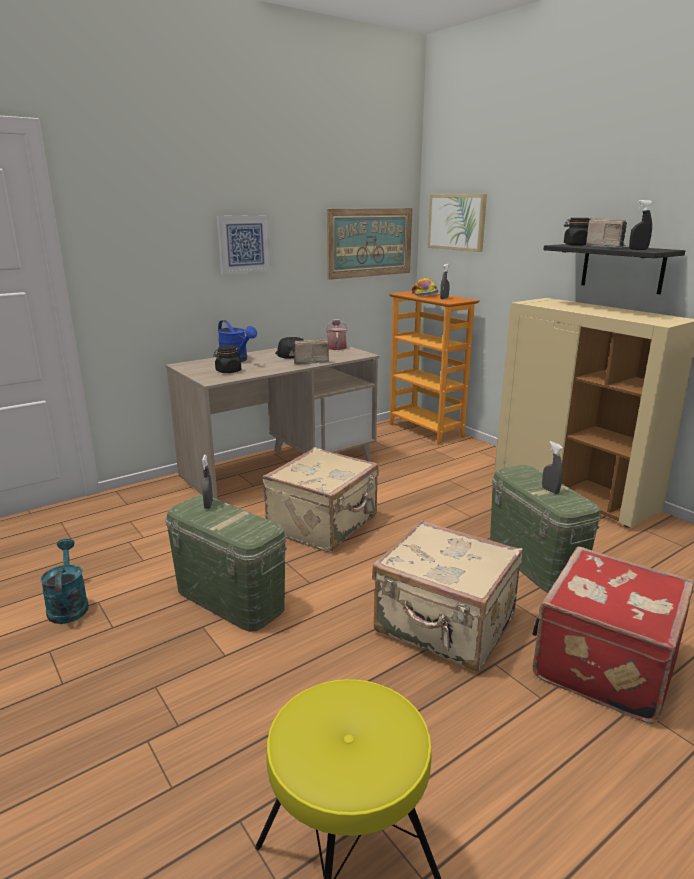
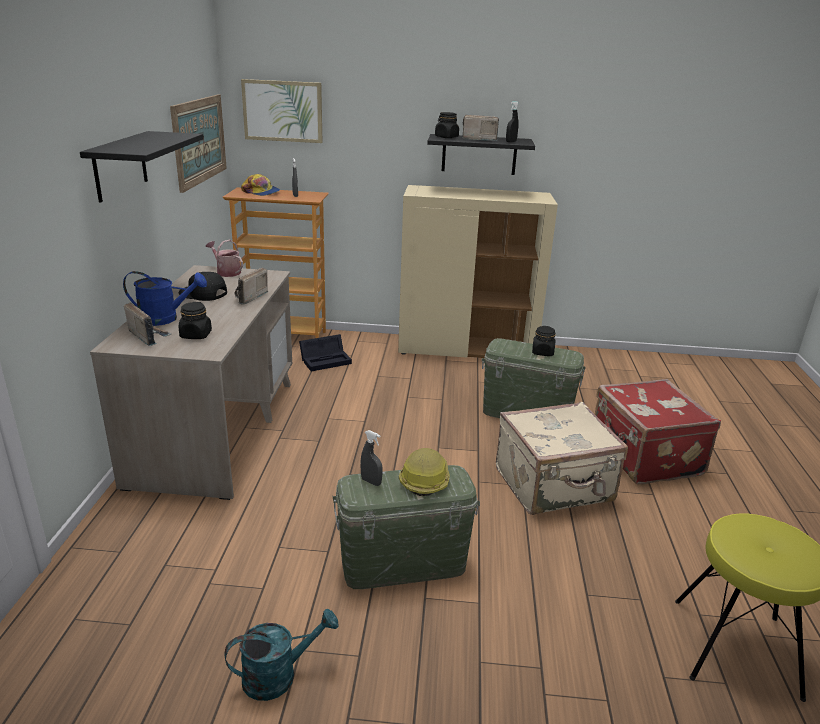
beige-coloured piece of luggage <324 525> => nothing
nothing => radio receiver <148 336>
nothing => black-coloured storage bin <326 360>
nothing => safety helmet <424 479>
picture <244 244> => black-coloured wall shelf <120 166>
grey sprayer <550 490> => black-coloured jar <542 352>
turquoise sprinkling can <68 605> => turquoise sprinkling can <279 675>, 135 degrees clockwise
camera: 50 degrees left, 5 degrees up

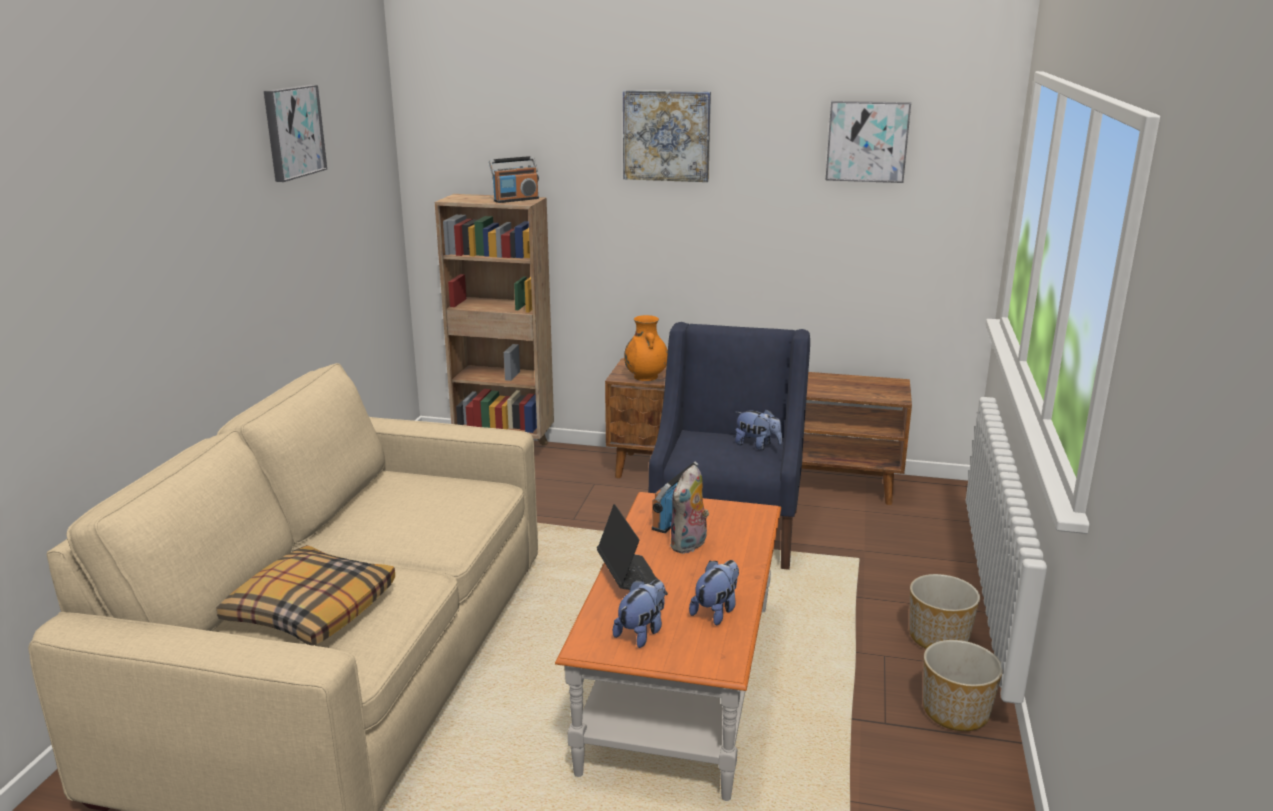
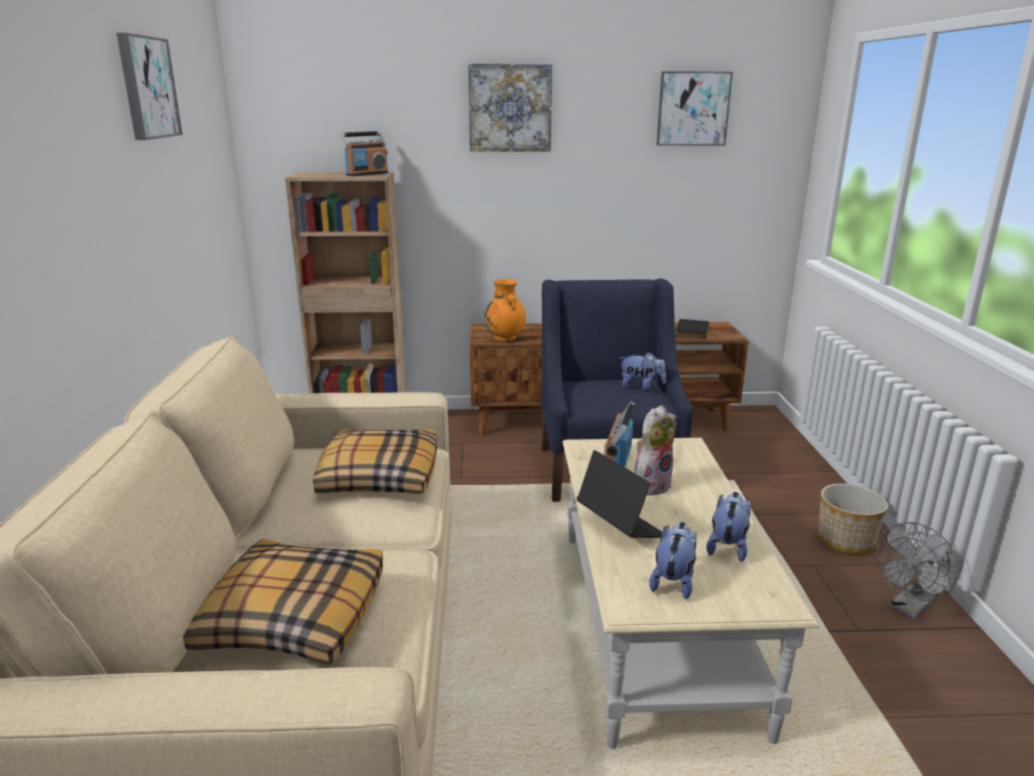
nothing => throw pillow <378 476>
nothing => black-coloured volume <690 331>
flower pot <956 712> => grey cooling fan <908 608>
orange coffee table <681 683> => beige-coloured coffee table <654 624>
soft toy <689 545> => soft toy <651 485>, 150 degrees counterclockwise
camera: 15 degrees left, 0 degrees up

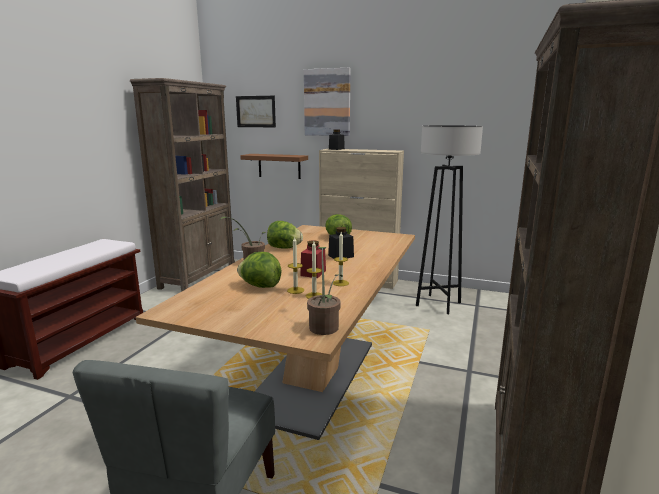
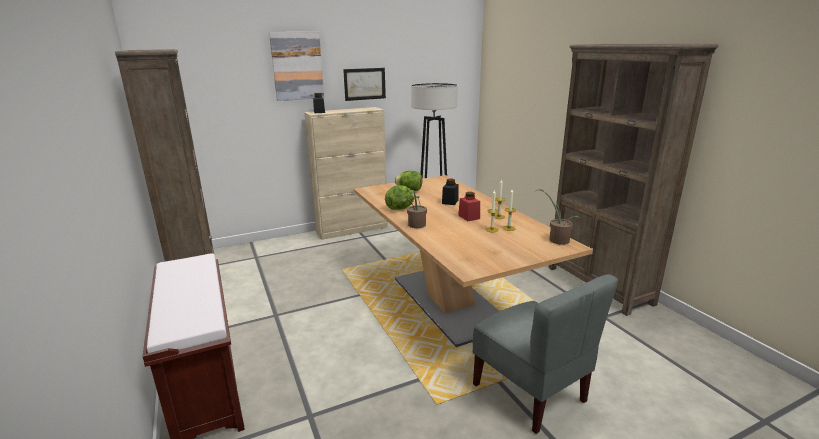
head of lettuce <260 286> => nothing
brown-coloured wall shelf <279 166> => nothing
picture <255 111> => picture <364 84>, relocated
camera: 45 degrees left, 5 degrees up

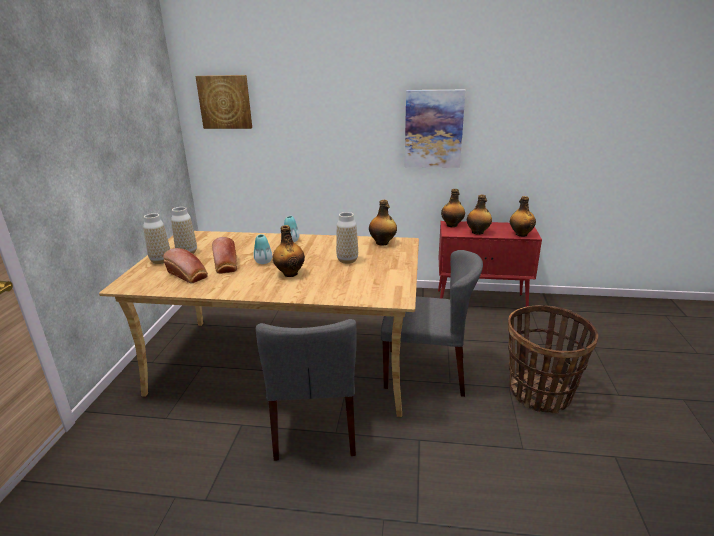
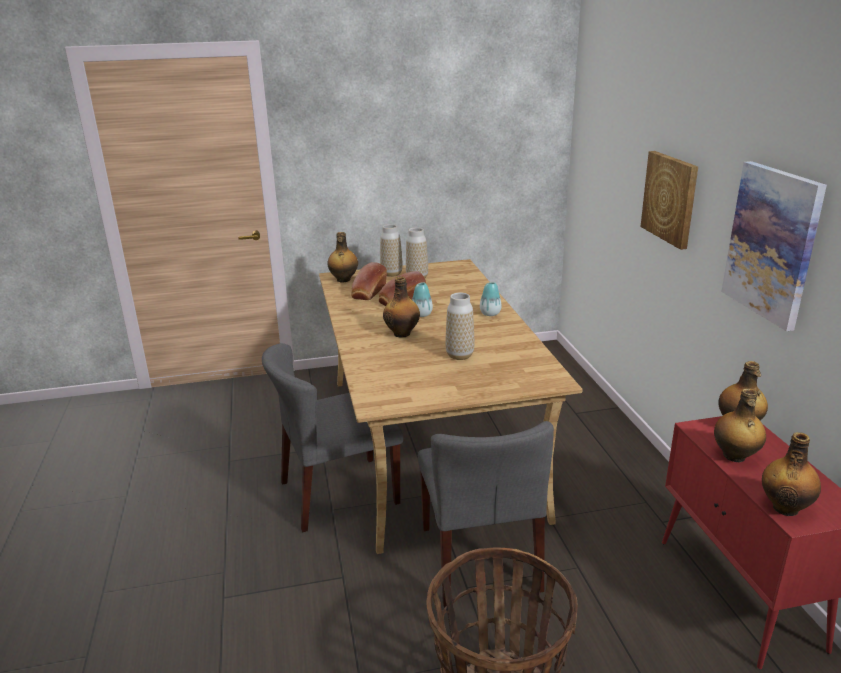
picture <225 102> => picture <670 198>, relocated
bottle <382 243> => bottle <343 280>, relocated
camera: 70 degrees right, 0 degrees up

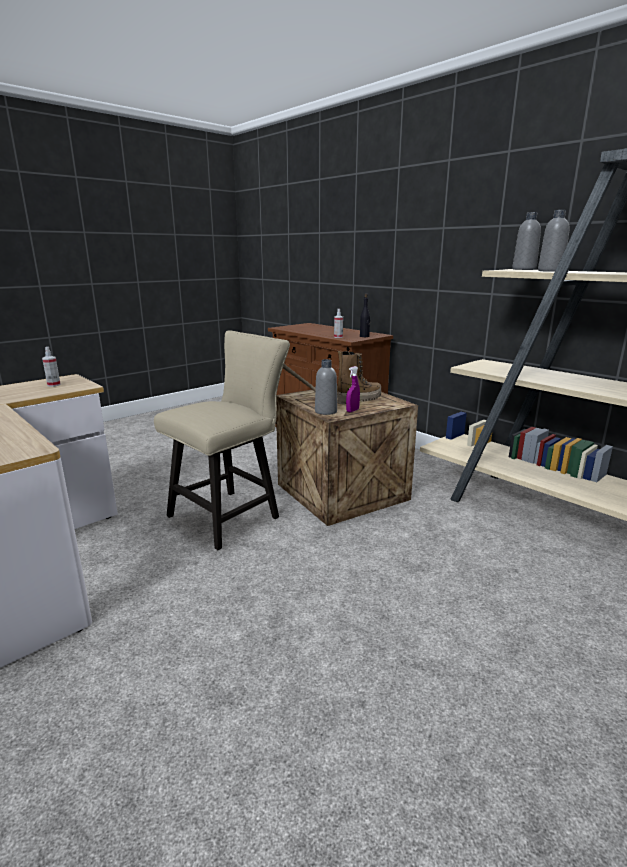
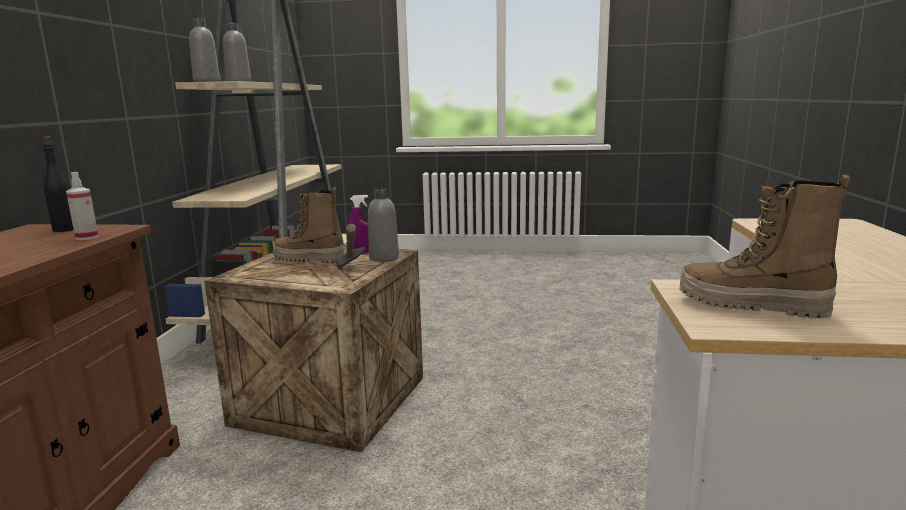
beige-coloured upright chair <230 515> => nothing
sprayer <54 385> => high-top boot <751 306>
camera: 130 degrees left, 5 degrees down

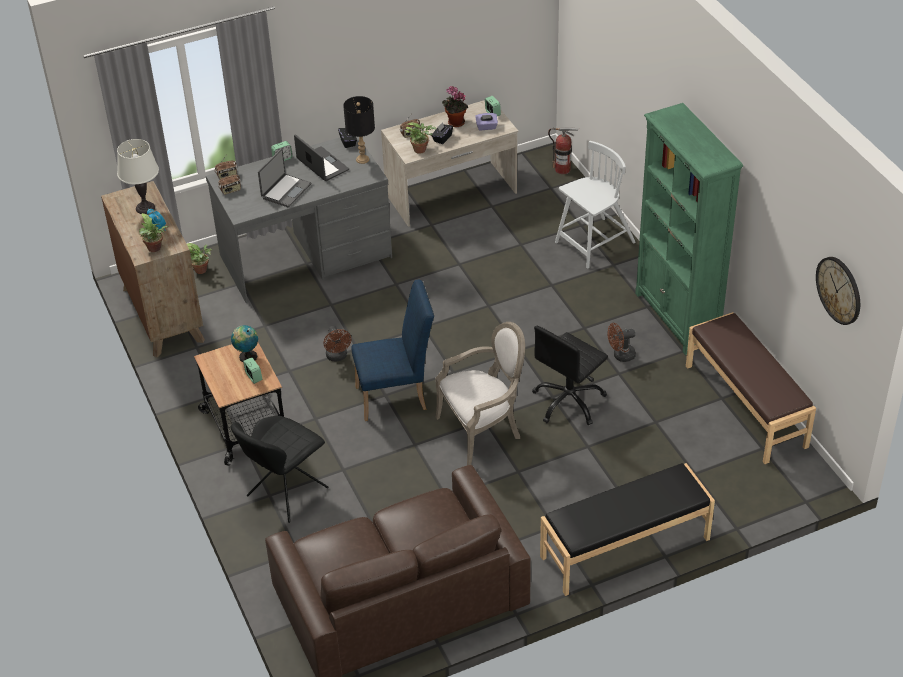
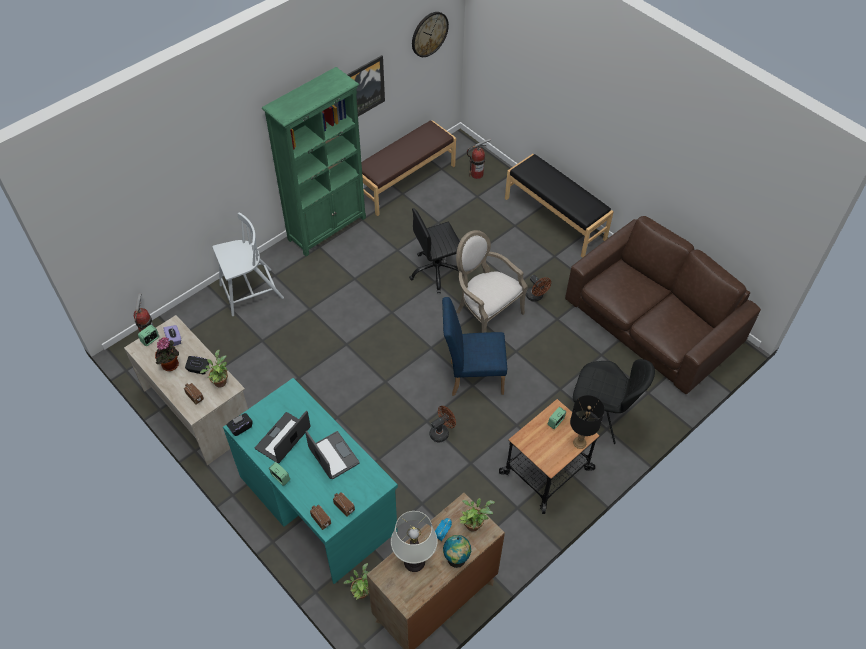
nothing => picture <364 87>
nothing => extinguisher <477 174>
globe <247 356> => globe <456 560>, relocated
black-coloured table lamp <362 159> => black-coloured table lamp <579 442>, relocated
brown-coloured cooling fan <620 356> => brown-coloured cooling fan <536 297>, relocated
grey desk <306 257> => turquoise desk <318 502>
portable computer <285 191> => portable computer <333 456>, 45 degrees clockwise
blue upright chair <397 397> => blue upright chair <471 376>, 60 degrees counterclockwise
black-coloured office chair <569 402> => black-coloured office chair <436 271>, 135 degrees clockwise
white upright chair <594 243> => white upright chair <250 292>, 120 degrees clockwise
camera: 110 degrees left, 10 degrees up

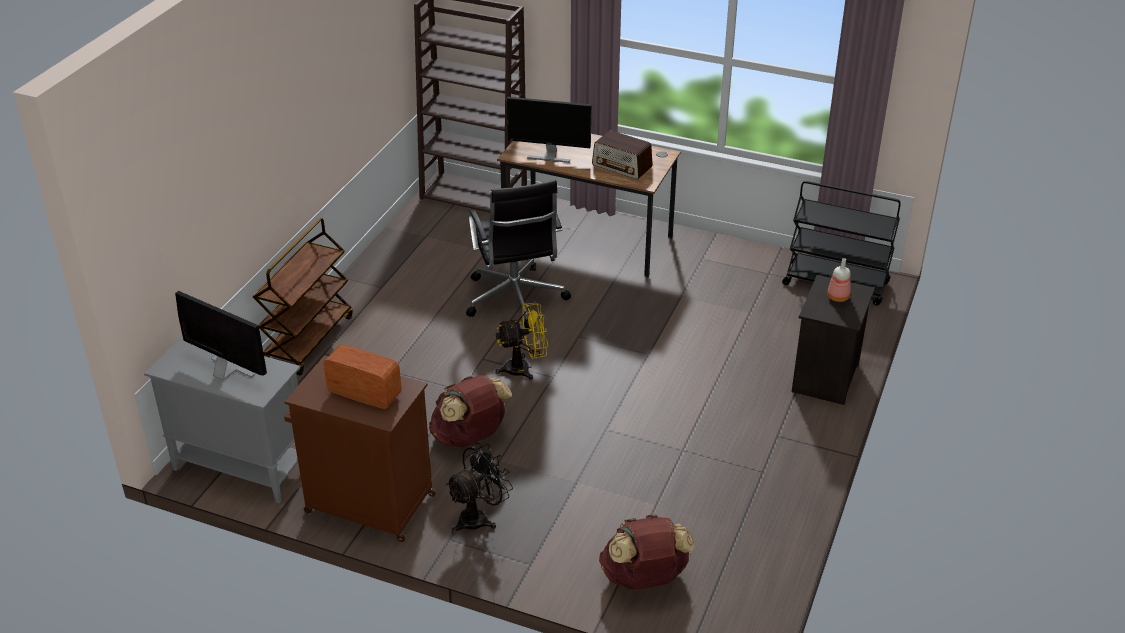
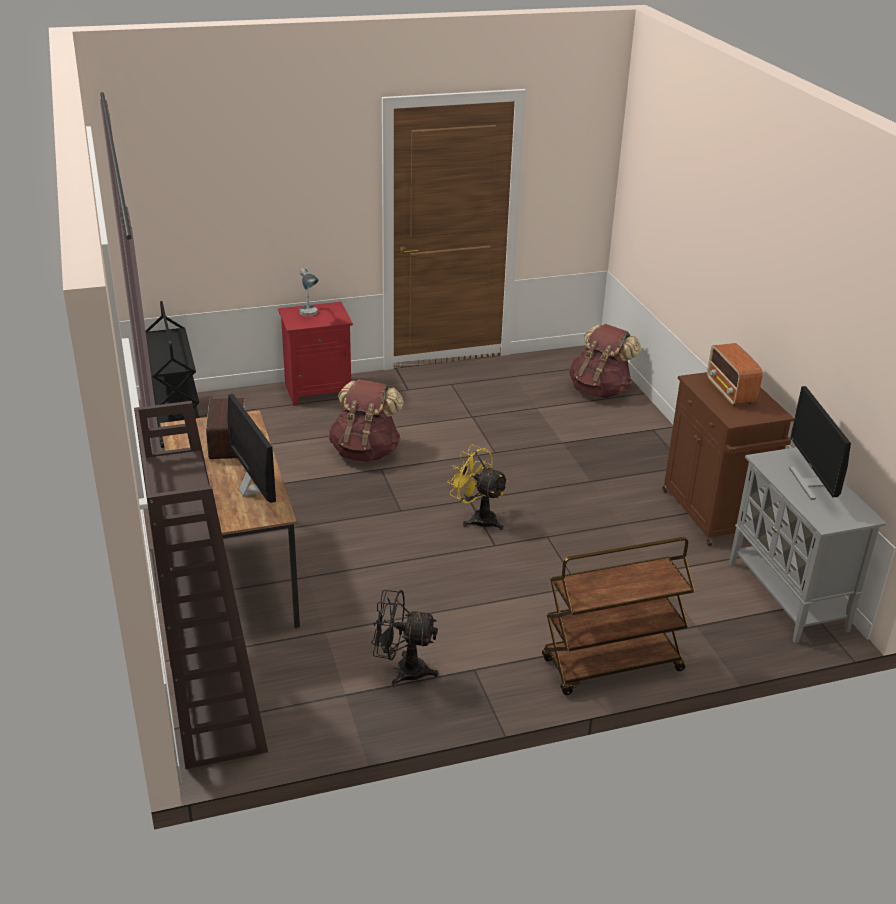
black-coloured office chair <515 300> => nothing
brown-coloured knapsack <470 437> => brown-coloured knapsack <366 452>, relocated
black-coloured cooling fan <479 517> => black-coloured cooling fan <402 670>, relocated
bottle <838 297> => table lamp <309 316>
black-coloured bedside table <826 379> => reddish bedside table <318 390>
camera: 130 degrees left, 5 degrees down

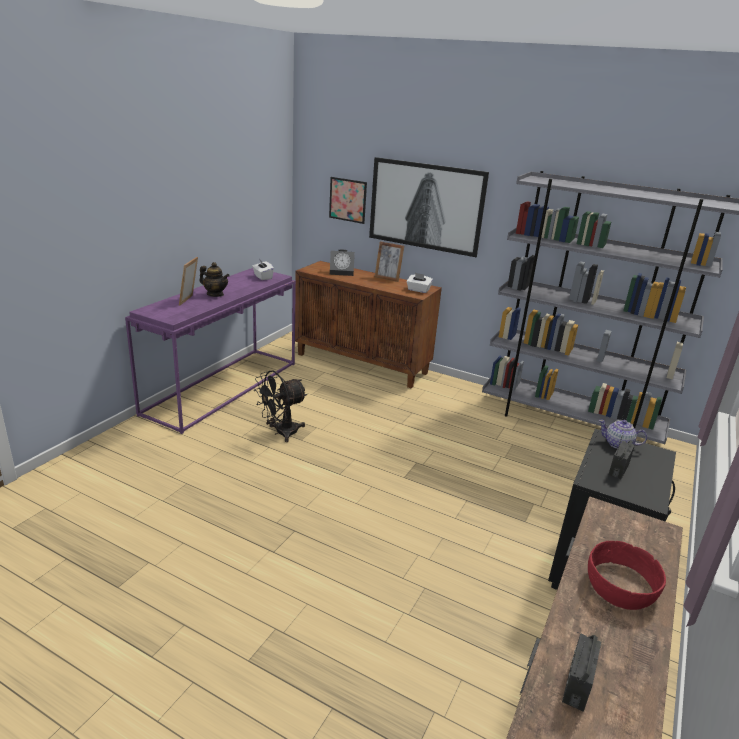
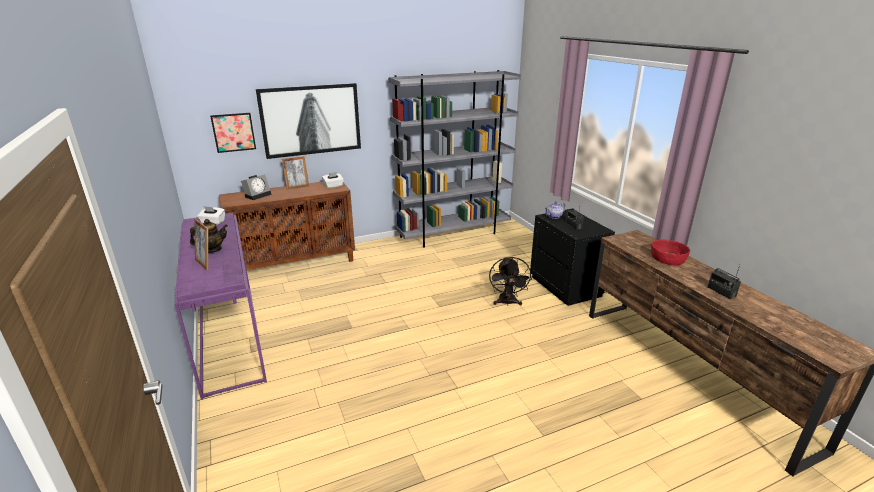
black-coloured cooling fan <281 432> => black-coloured cooling fan <507 303>, relocated
camera: 50 degrees left, 0 degrees up

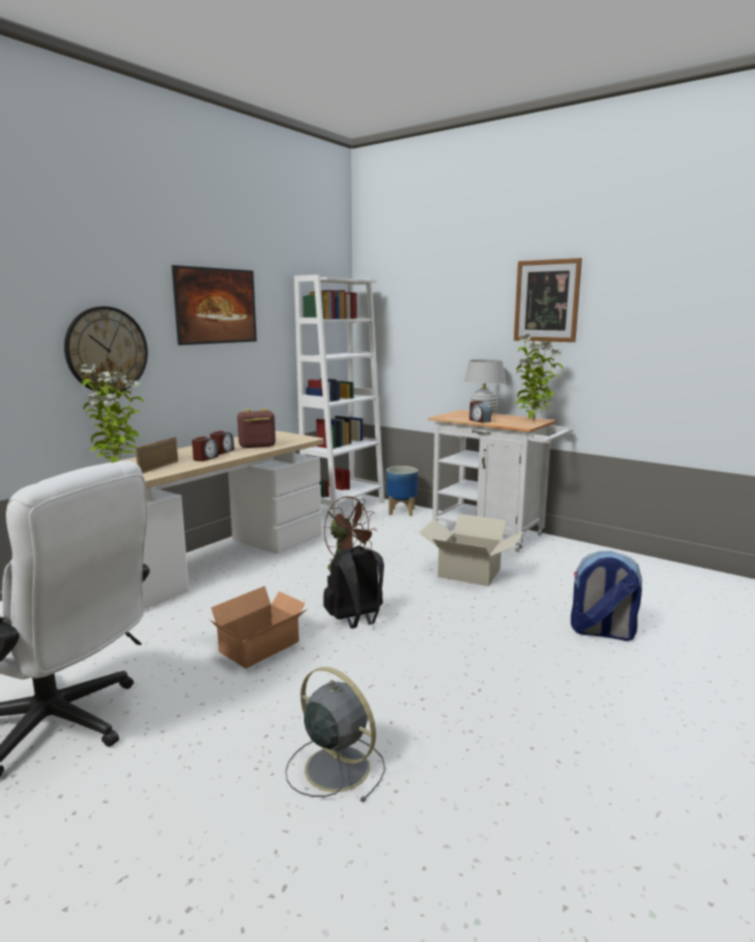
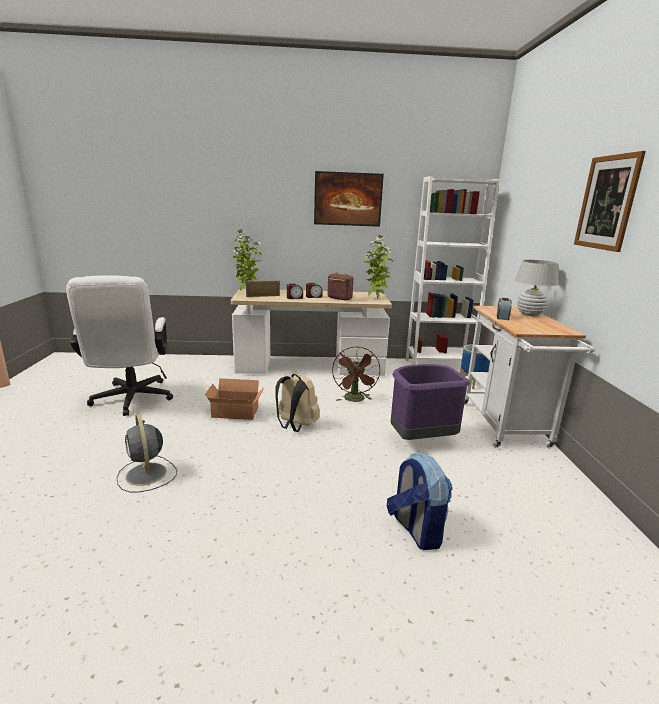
wall clock <106 350> => nothing
potted plant <533 421> => potted plant <376 298>, relocated
carton <469 573> => purple rubbish bin <420 440>
black-coloured knapsack <356 621> => beige-coloured knapsack <295 426>
grey cooling fan <335 766> => grey cooling fan <146 475>, 150 degrees clockwise
camera: 50 degrees right, 5 degrees up

